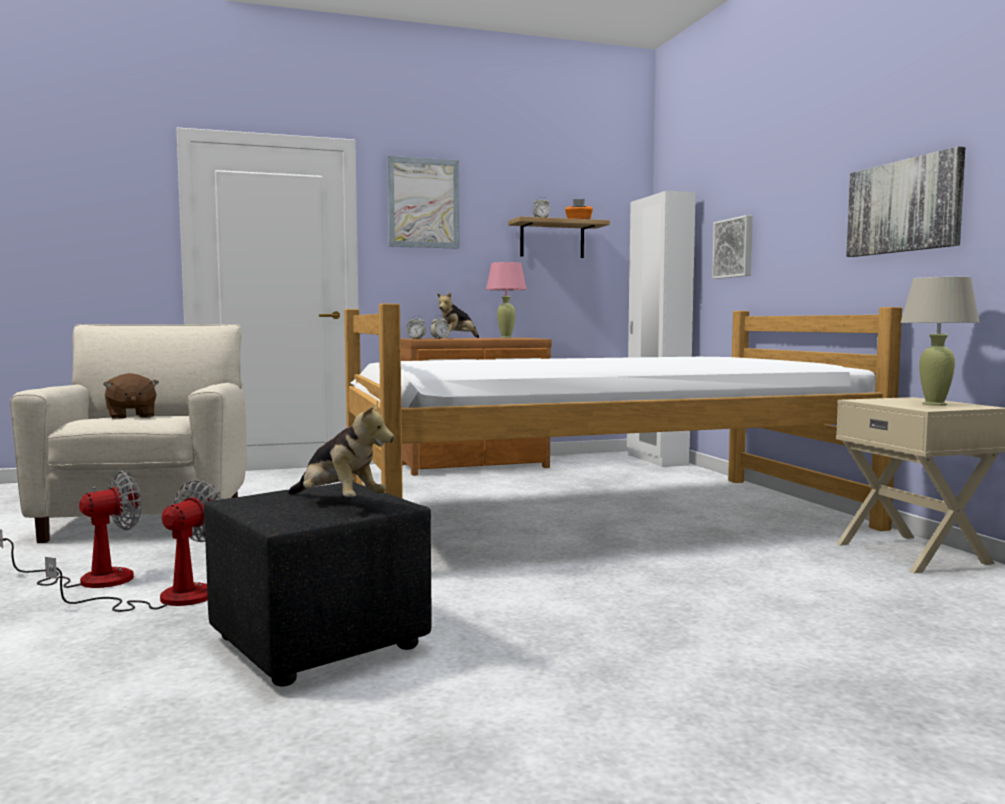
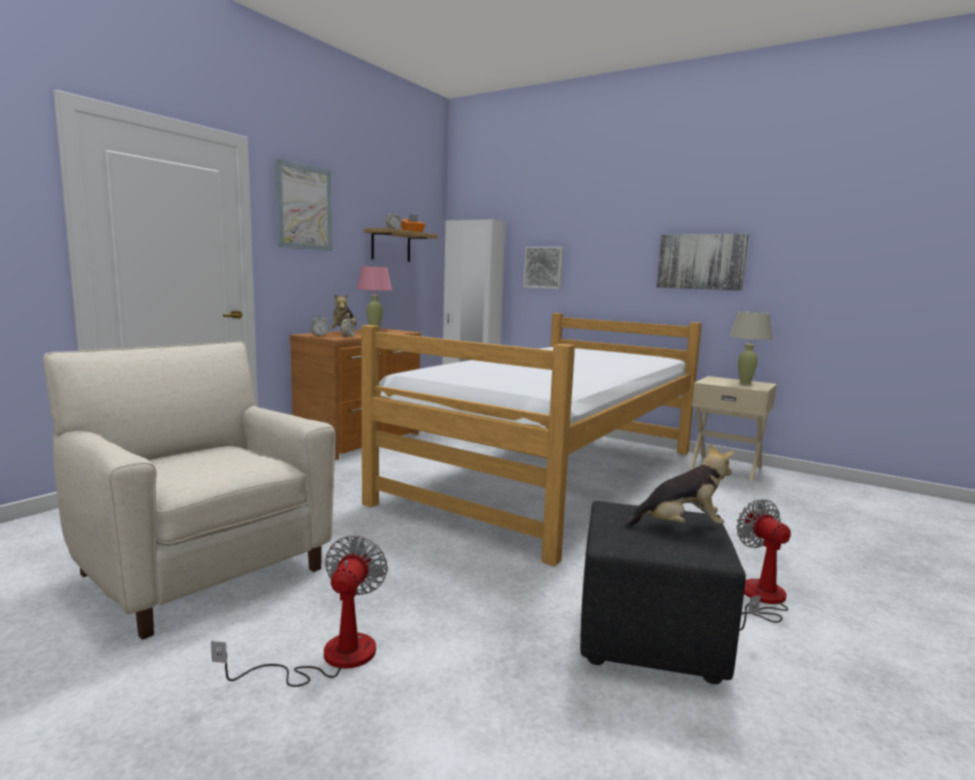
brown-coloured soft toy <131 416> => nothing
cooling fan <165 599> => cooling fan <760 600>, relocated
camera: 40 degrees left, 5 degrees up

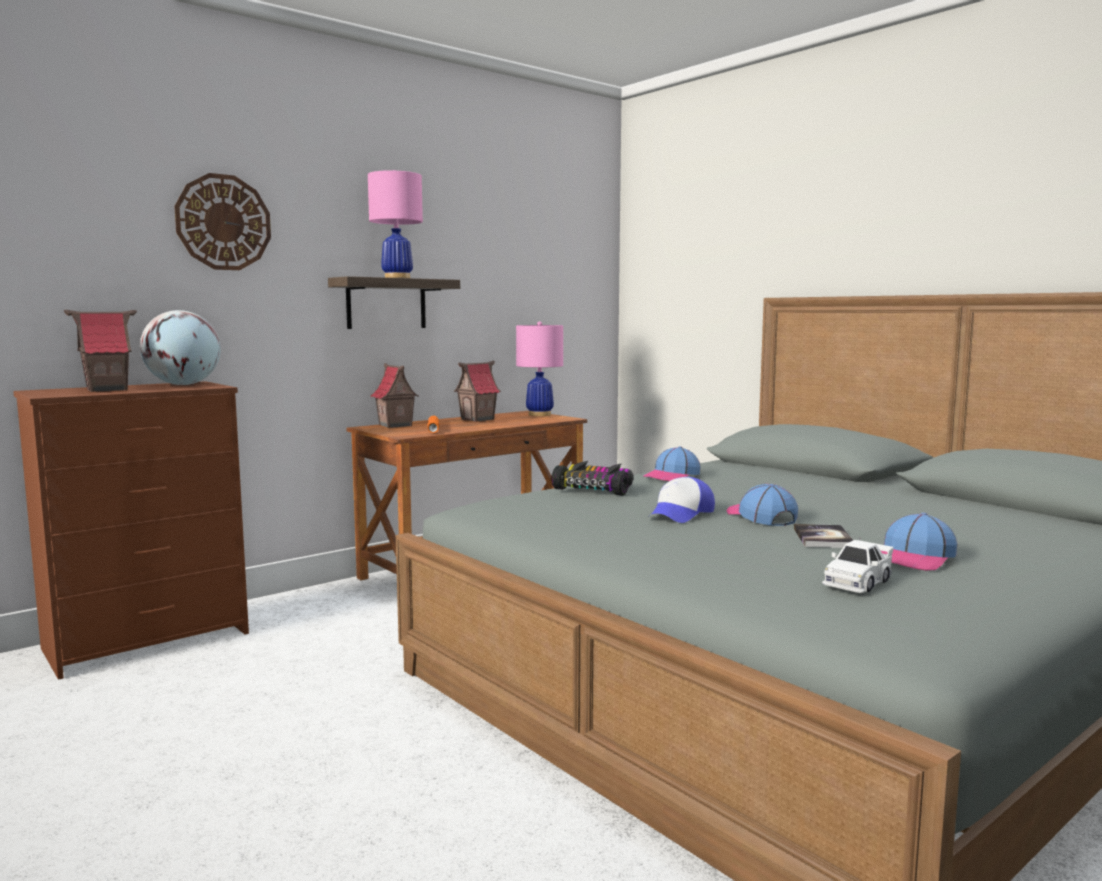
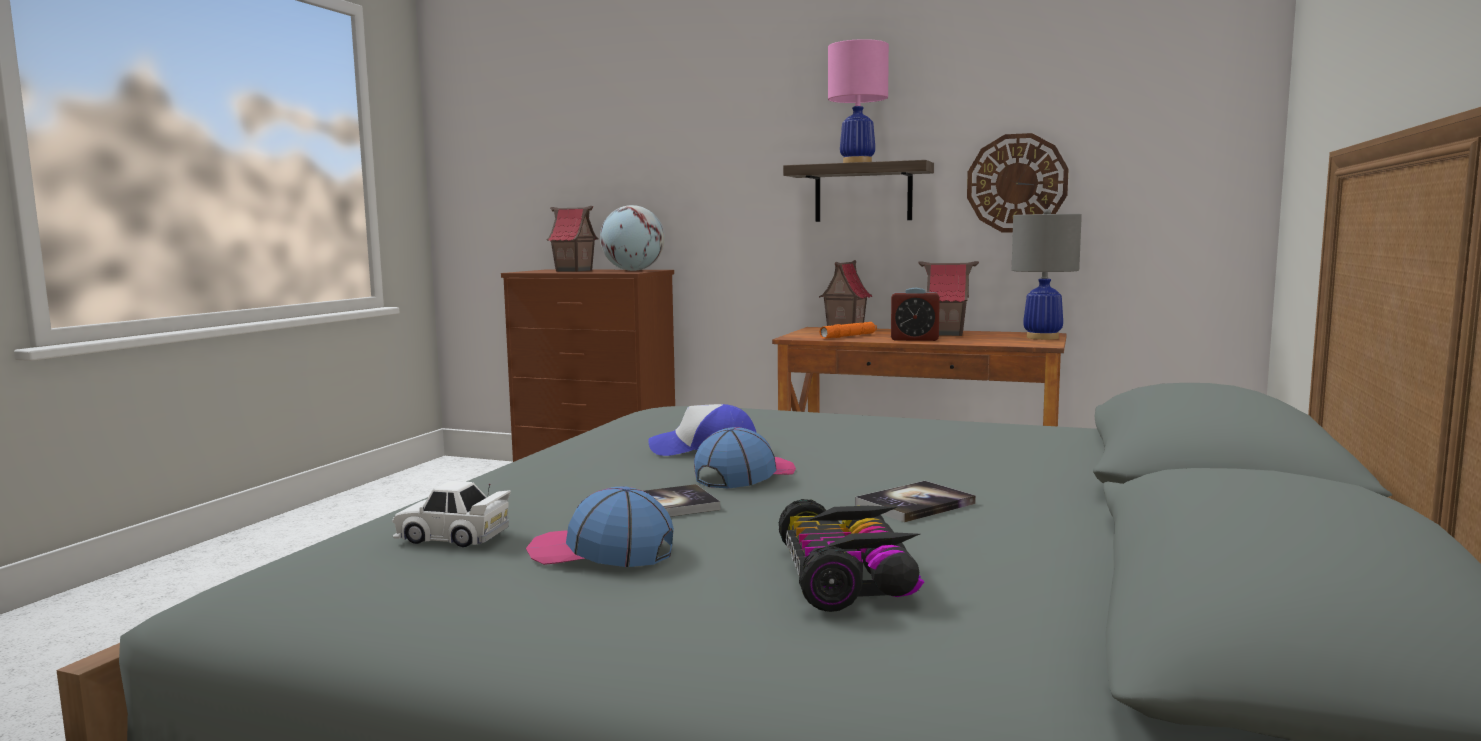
cap <672 476> => nothing
nothing => volume <915 504>
nothing => bedside clock <914 339>
wall clock <223 222> => wall clock <1016 183>, relocated
toy car <595 489> => toy car <848 576>, relocated
pink-coloured table lamp <540 414> => grey table lamp <1042 337>
camera: 60 degrees right, 0 degrees up

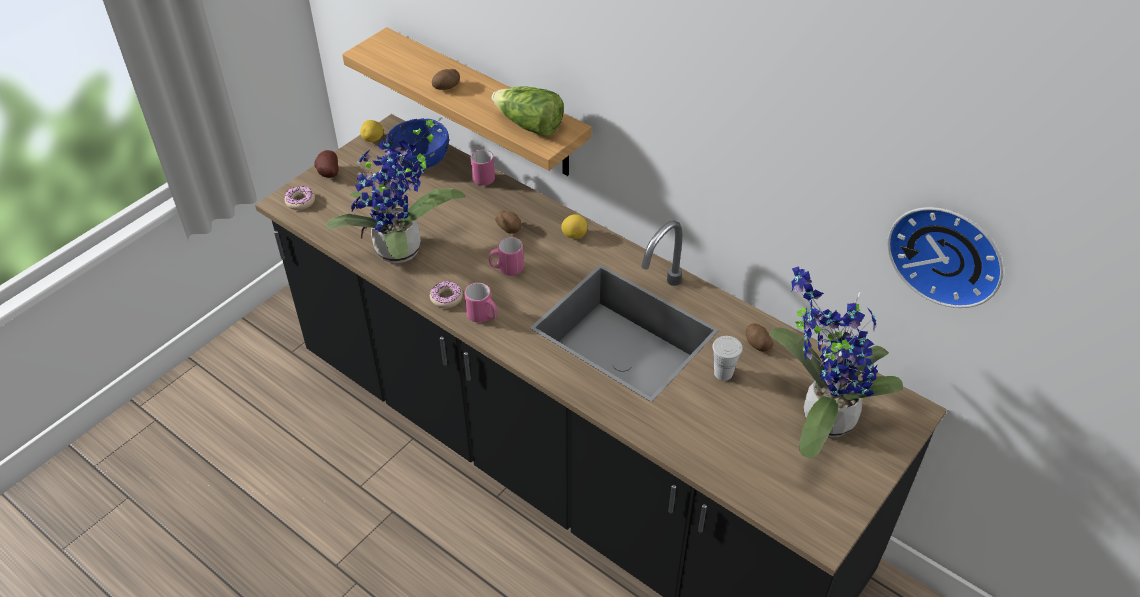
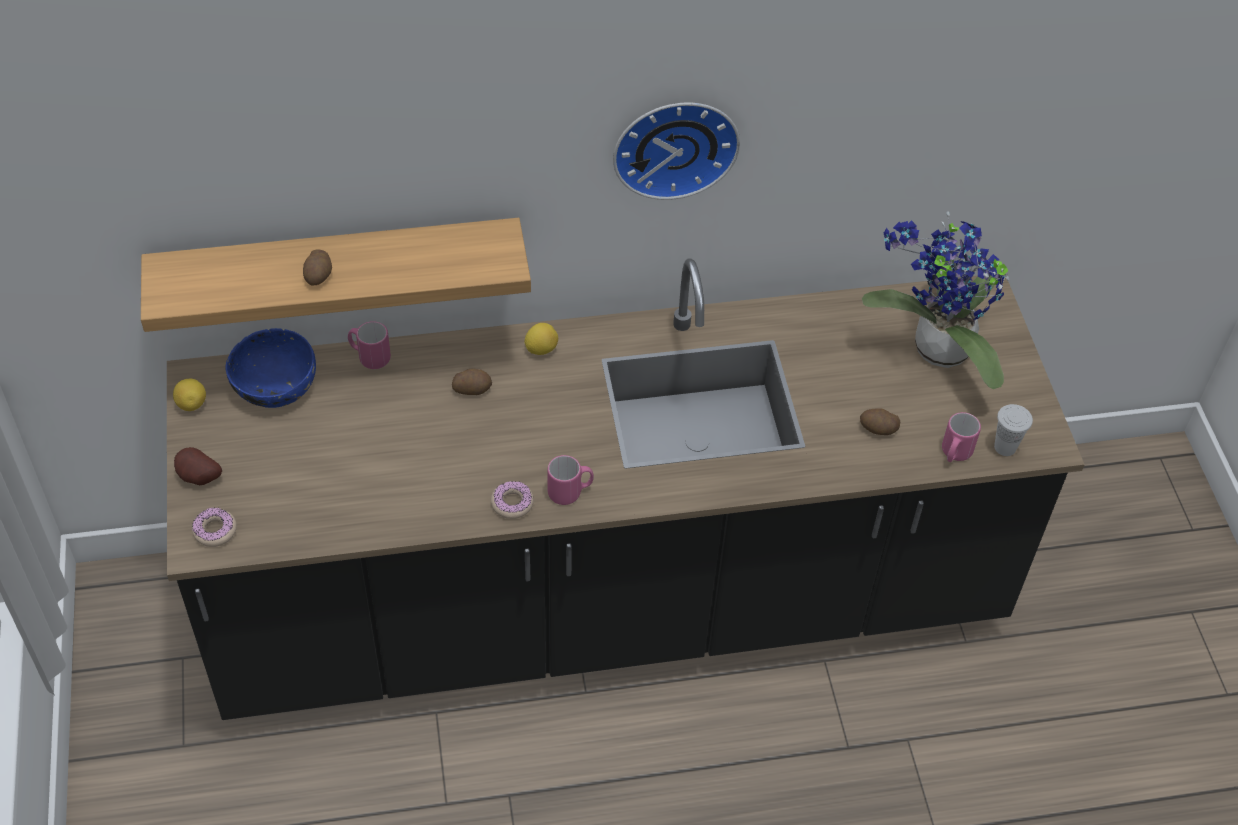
potted plant <401 253> => nothing
head of lettuce <529 125> => nothing
pink-coloured tea mug <506 269> => pink-coloured tea mug <954 454>, relocated
white cup <723 373> => white cup <1005 447>, relocated
spud <757 344> => spud <878 429>, relocated
wall clock <948 252> => wall clock <674 144>, relocated
camera: 50 degrees left, 5 degrees up

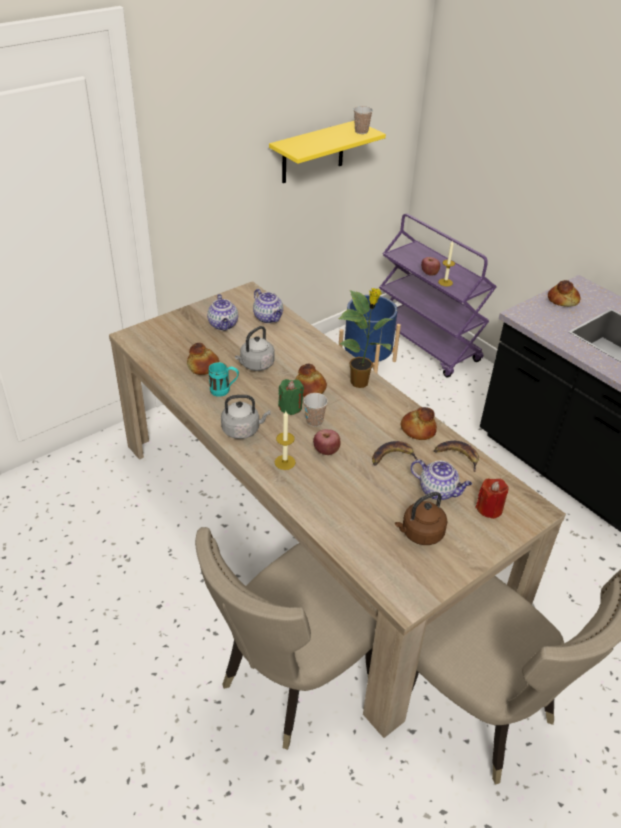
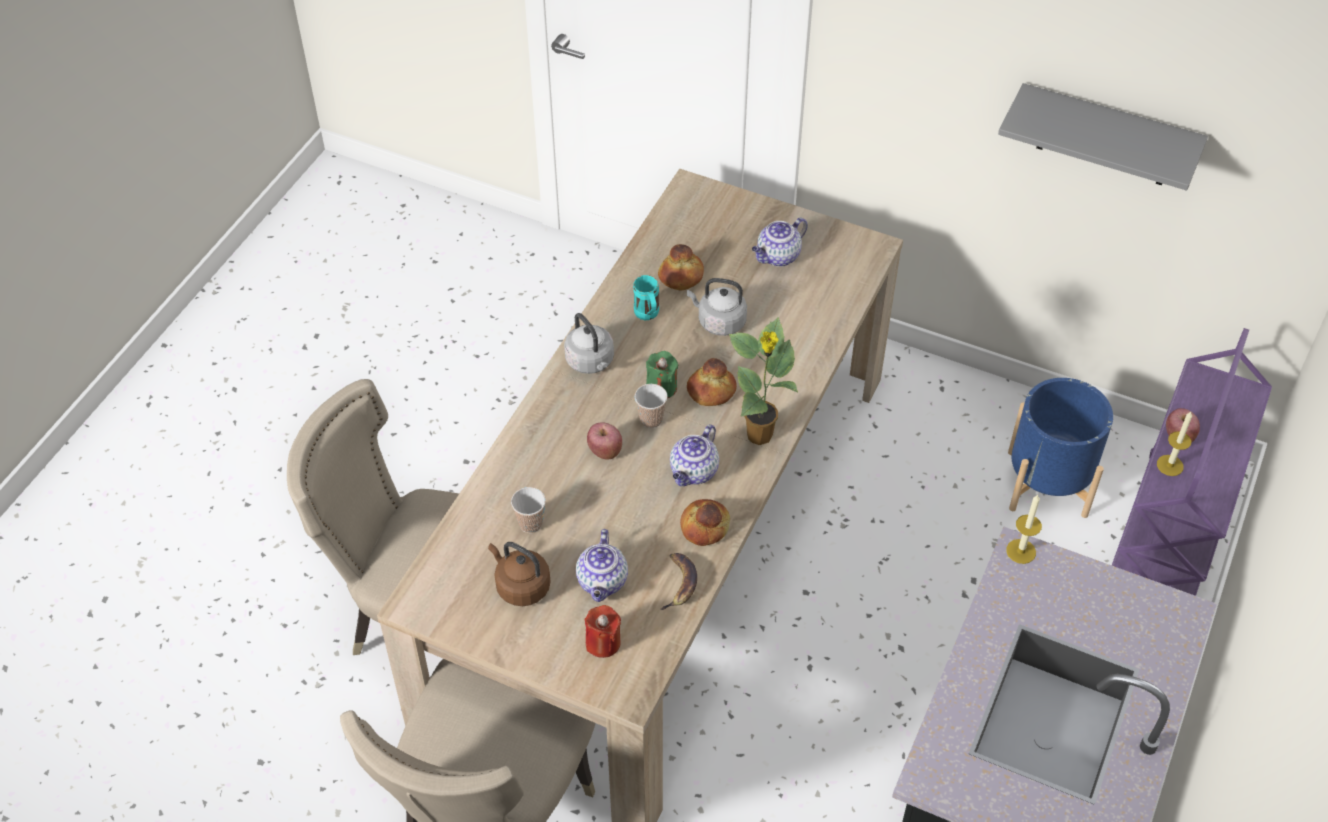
banana <393 457> => nothing
bread <562 300> => nothing
tea pot <268 318> => tea pot <694 472>, relocated
wax candle <285 462> => wax candle <1021 551>, relocated
cup <361 131> => cup <530 524>, relocated
yellowish wall shelf <313 152> => grey wall shelf <1106 137>
camera: 65 degrees right, 10 degrees up

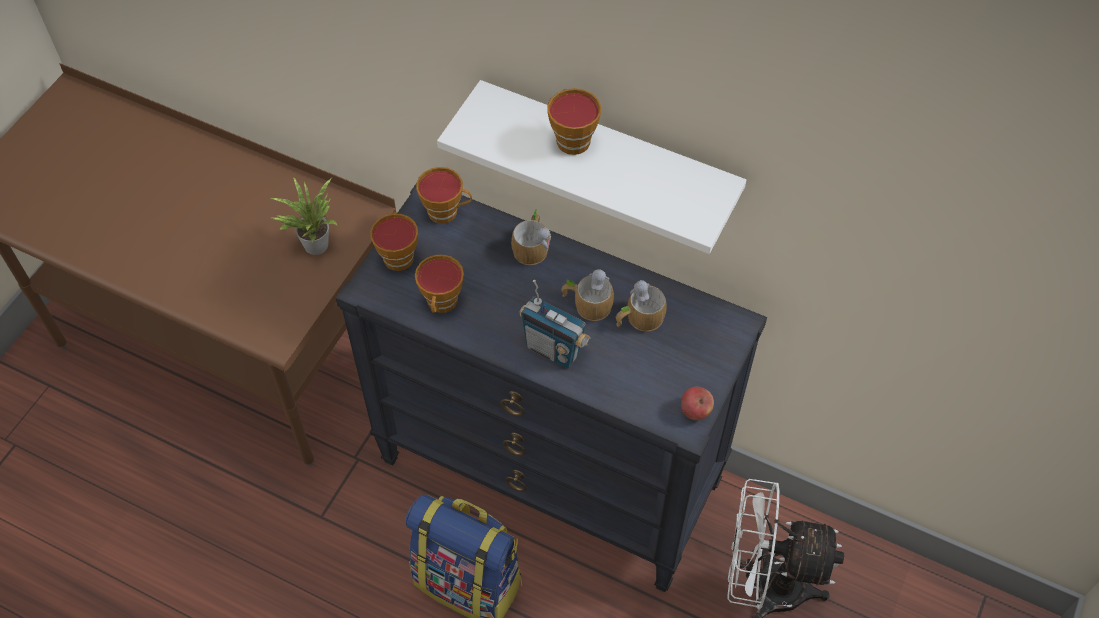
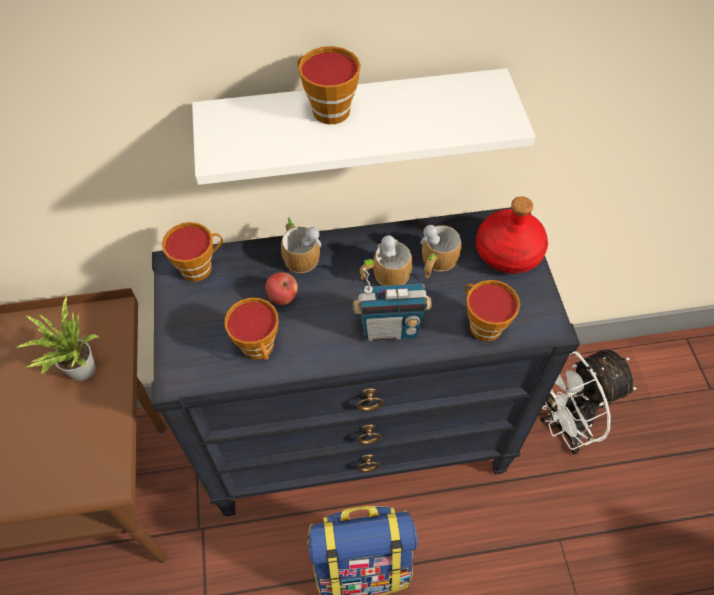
nothing => reddish bottle <508 251>
cup <398 255> => cup <482 324>, relocated
apple fruit <695 411> => apple fruit <282 297>, relocated
camera: 35 degrees left, 0 degrees up

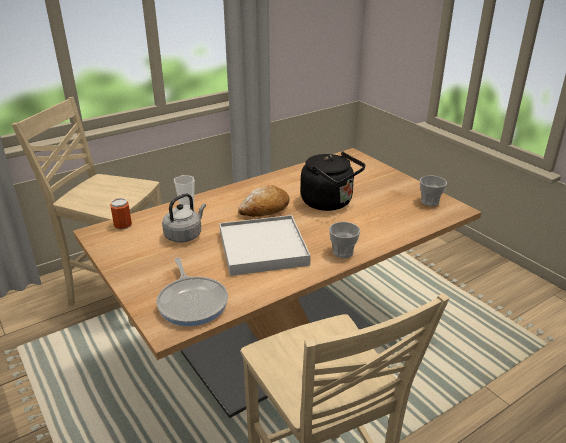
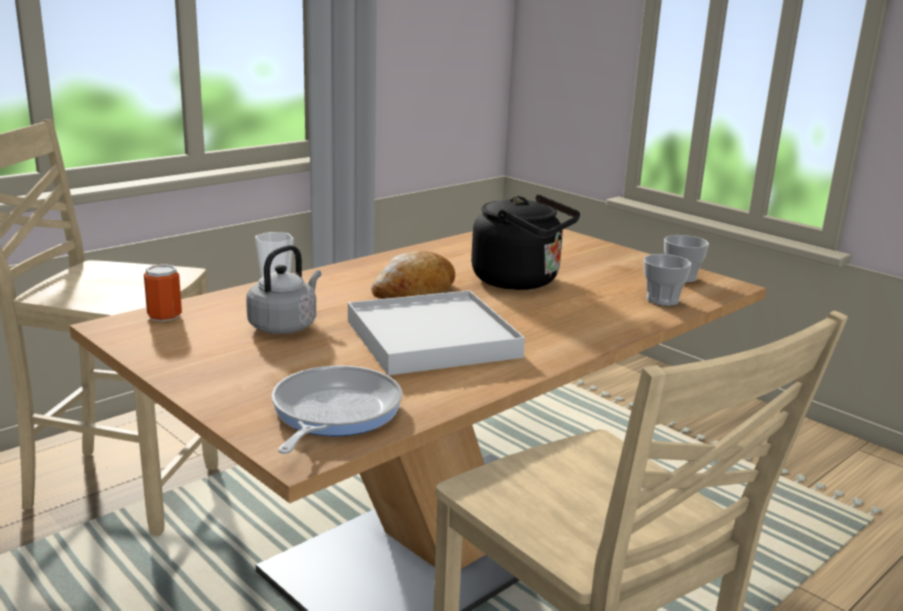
cup <343 252> => cup <662 300>, relocated
frying pan <192 302> => frying pan <333 413>, 135 degrees counterclockwise
camera: 10 degrees left, 10 degrees down

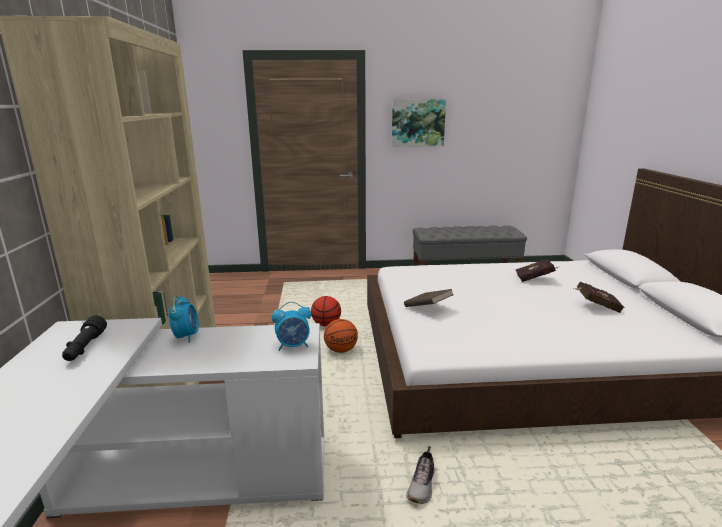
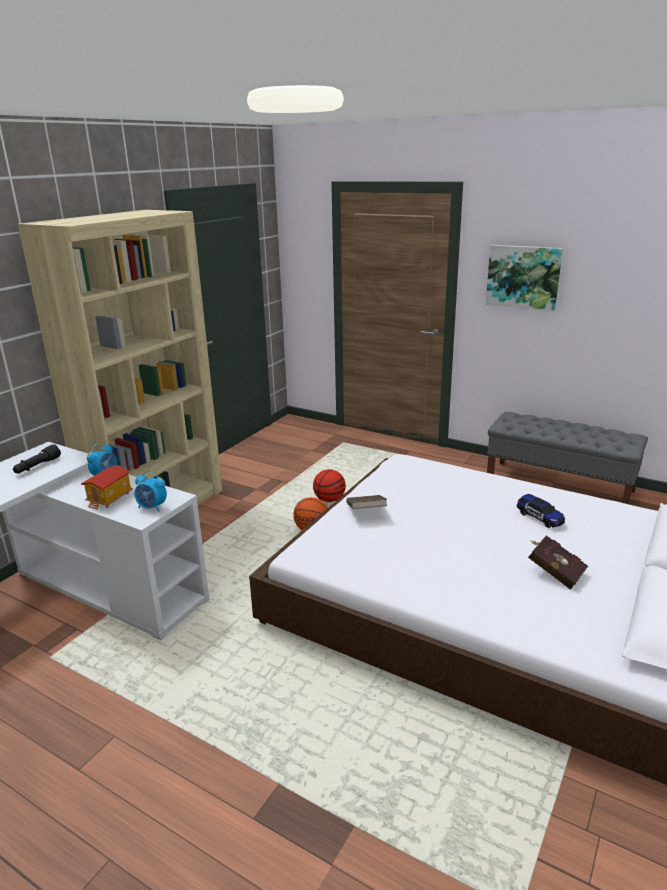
low shoe <422 485> => nothing
nothing => toy house <110 498>
reddish volume <535 279> => toy car <539 517>
camera: 35 degrees right, 5 degrees up

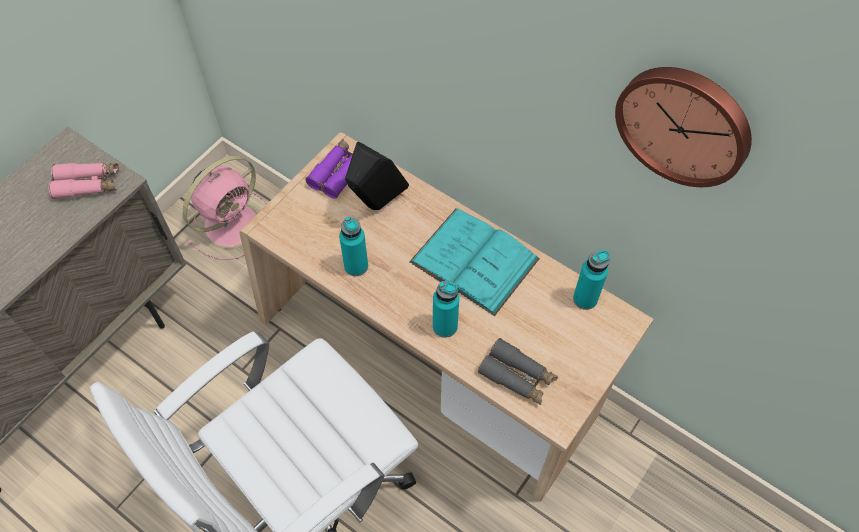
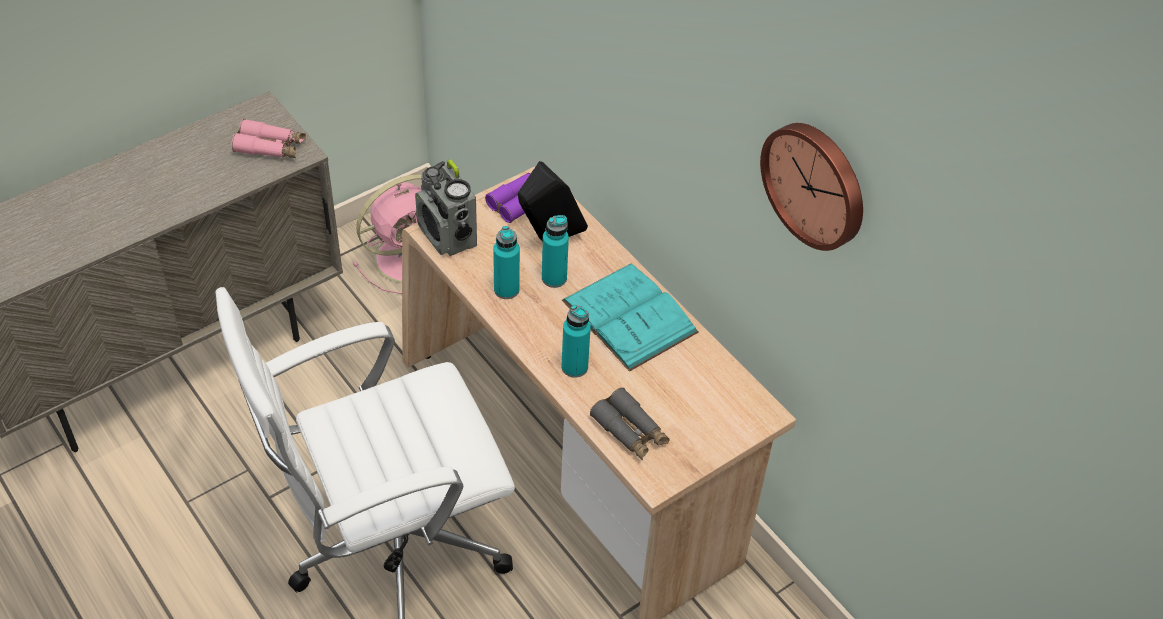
nothing => radio receiver <447 236>
turquoise bottle <585 299> => turquoise bottle <554 278>, relocated
camera: 15 degrees right, 10 degrees down

